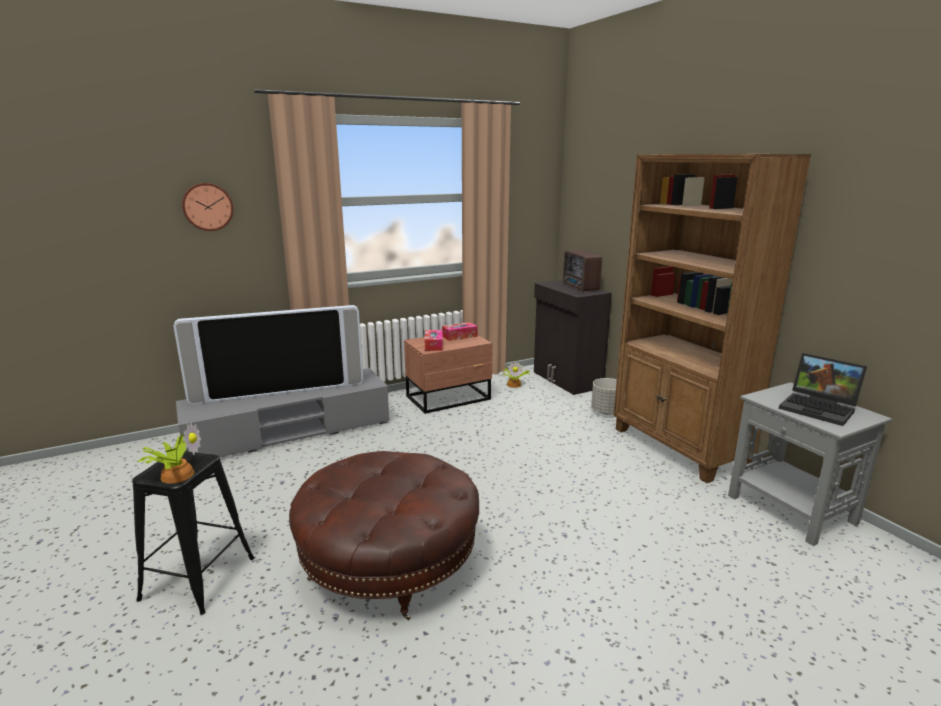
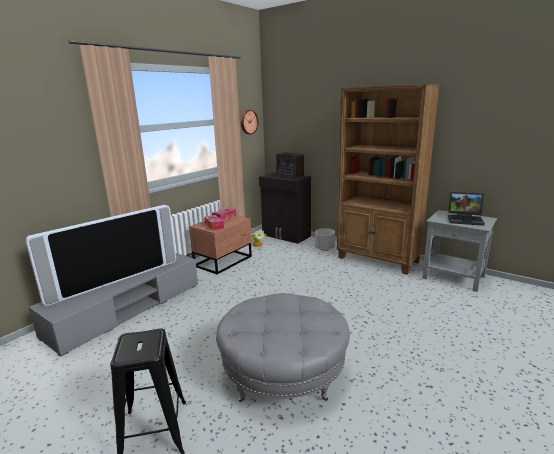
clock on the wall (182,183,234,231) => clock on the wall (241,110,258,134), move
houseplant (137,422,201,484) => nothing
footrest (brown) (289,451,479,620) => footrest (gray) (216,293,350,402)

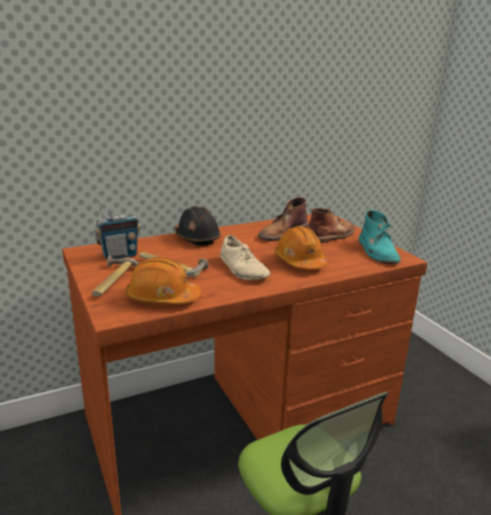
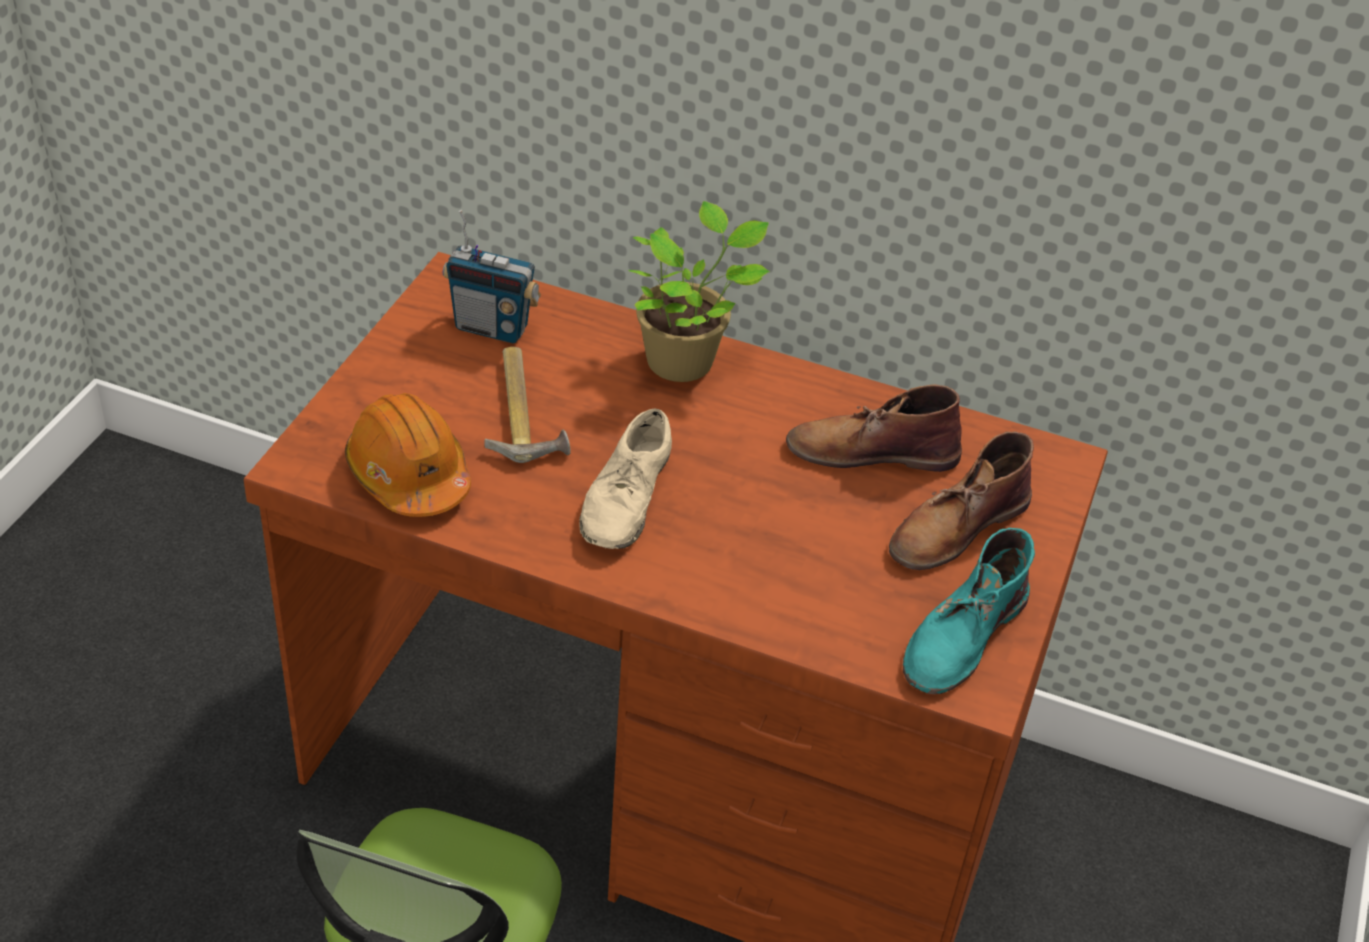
hard hat (black-coloured) (175,206,221,246) => houseplant (628,201,770,382)
high-top boot (brown) (308,208,355,243) => high-top boot (brown) (889,431,1034,570), 135 degrees clockwise
hard hat (orangey) (275,226,328,269) => nothing
hammer (92,256,139,296) => nothing

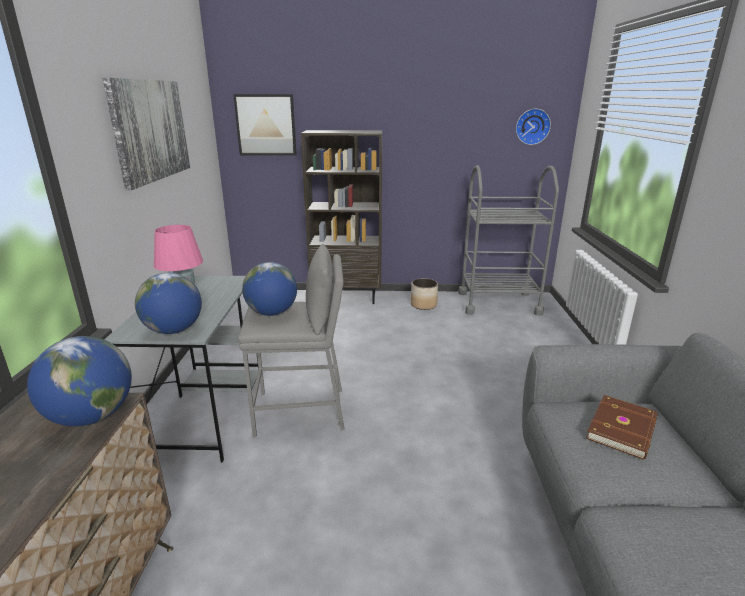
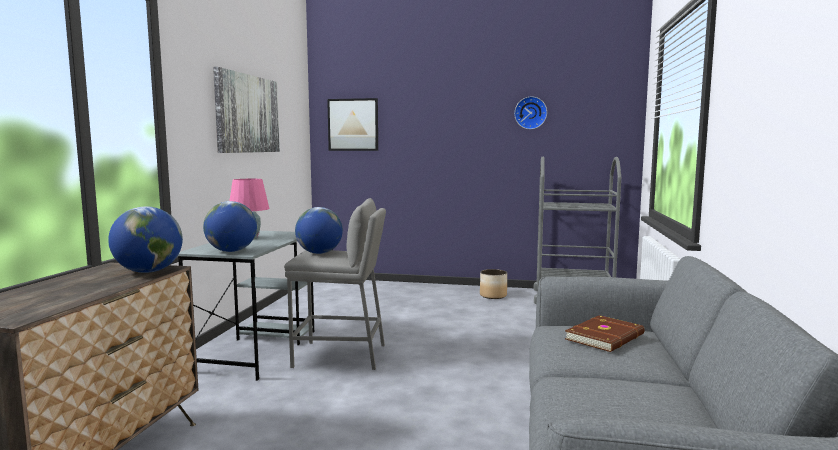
clock on the wall (516,108,551,145) => clock on the wall (514,96,547,129), move
shelving unit (brown) (301,130,382,304) => nothing

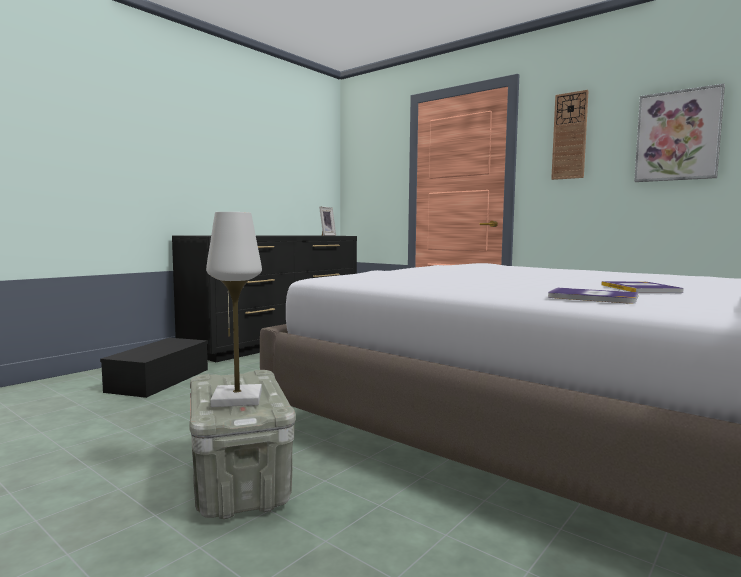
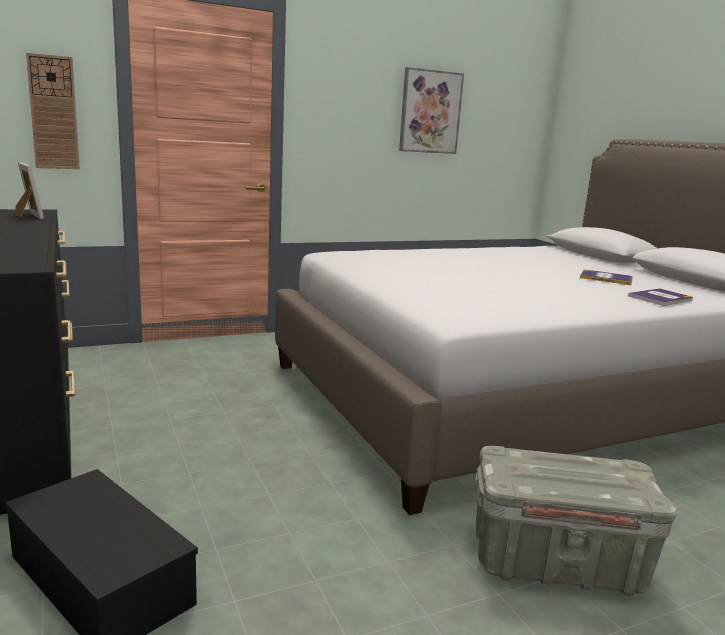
clock on the wall (551,90,589,180) => clock on the wall (26,53,80,169), move
tabletop lamp (whitish) (206,212,262,407) => nothing

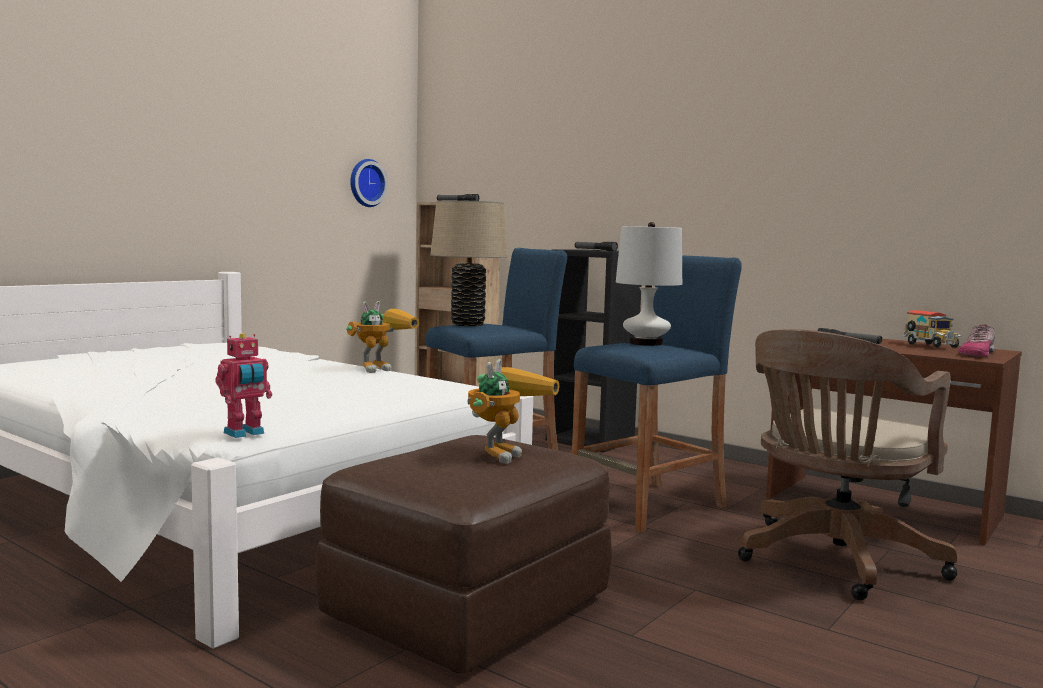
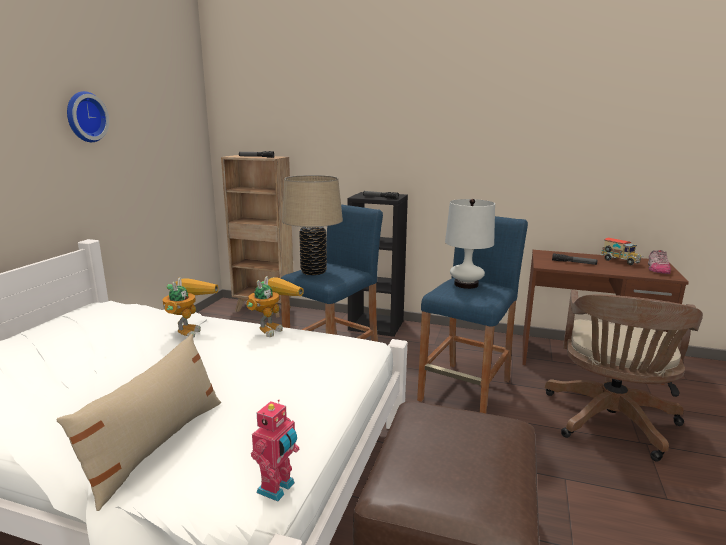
clock on the wall (350,159,388,207) => clock on the wall (67,91,109,142), move
robot figure (467,359,559,464) => robot figure (163,278,219,338), move
nothing => throw pillow (beige) (56,334,221,511)

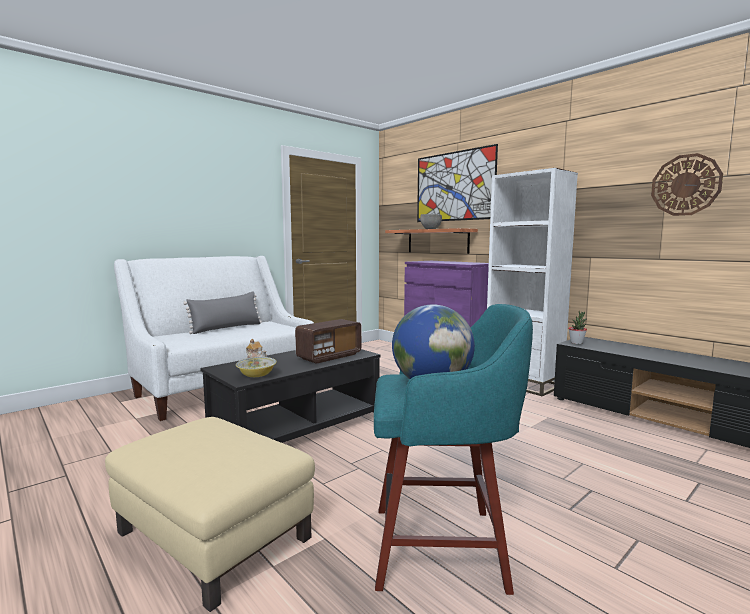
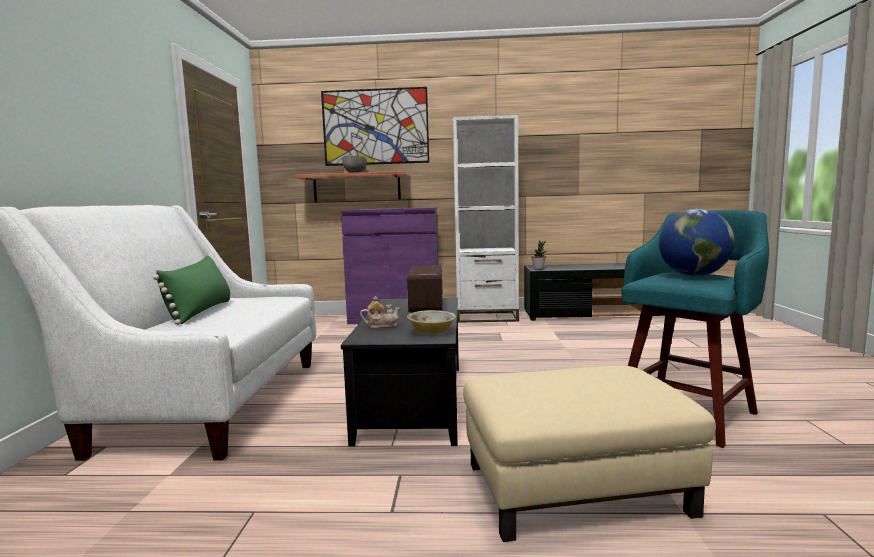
clock on the wall (651,153,723,216) => nothing
throw pillow (gray) (183,292,262,334) => throw pillow (greenish) (153,255,230,325)

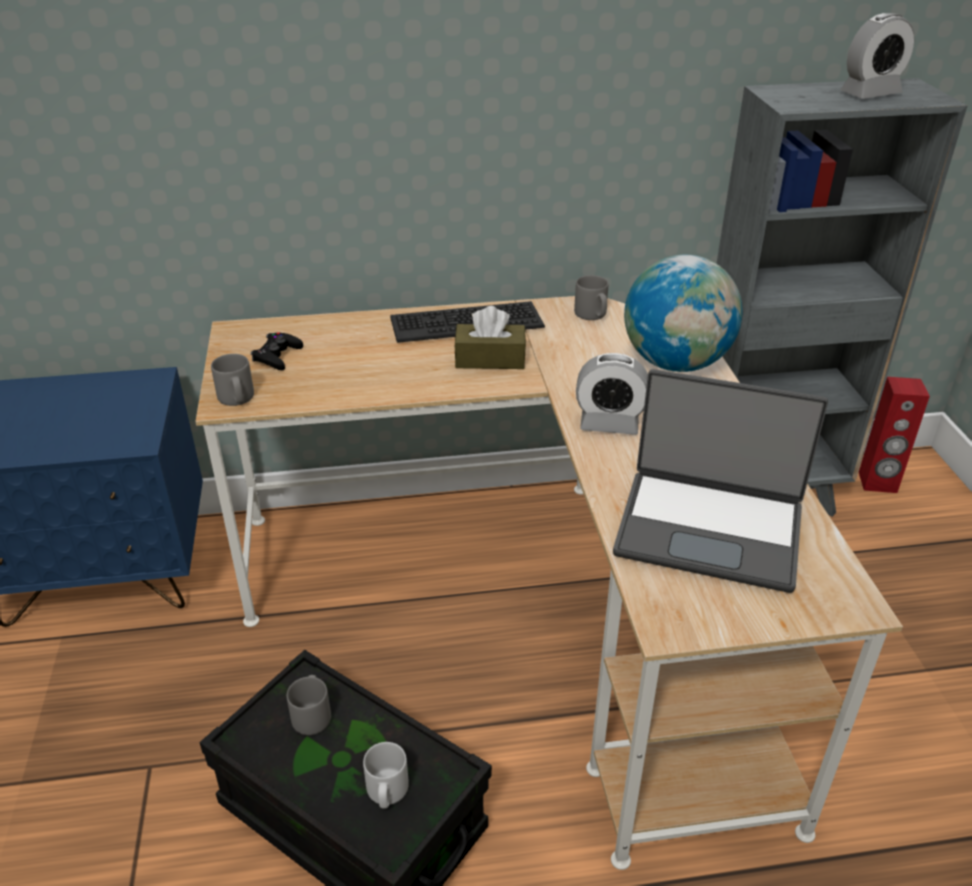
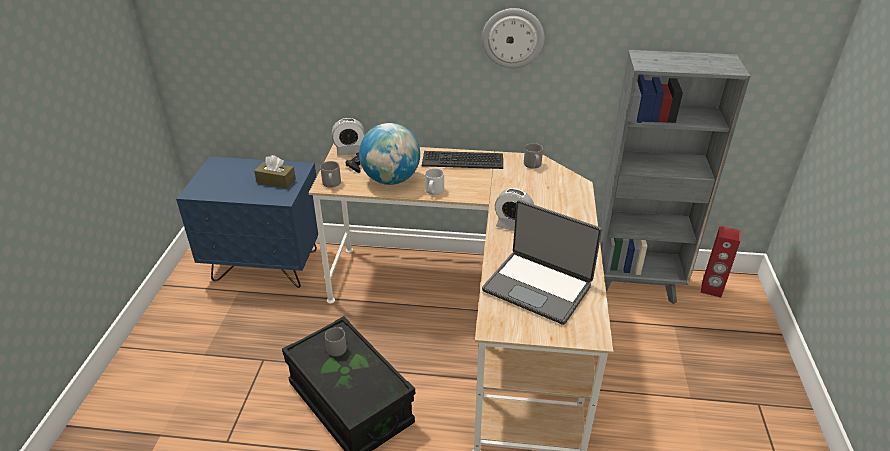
table clock (840,13,914,99) => table clock (332,118,365,156), move
desk globe (624,255,742,372) => desk globe (359,123,420,185), move
box of tissues (brown) (454,306,526,369) => box of tissues (brown) (254,155,296,188), move
tea mug (gray) (363,742,409,809) => tea mug (gray) (425,168,444,195), move
nothing => clock on the wall (482,8,545,68)

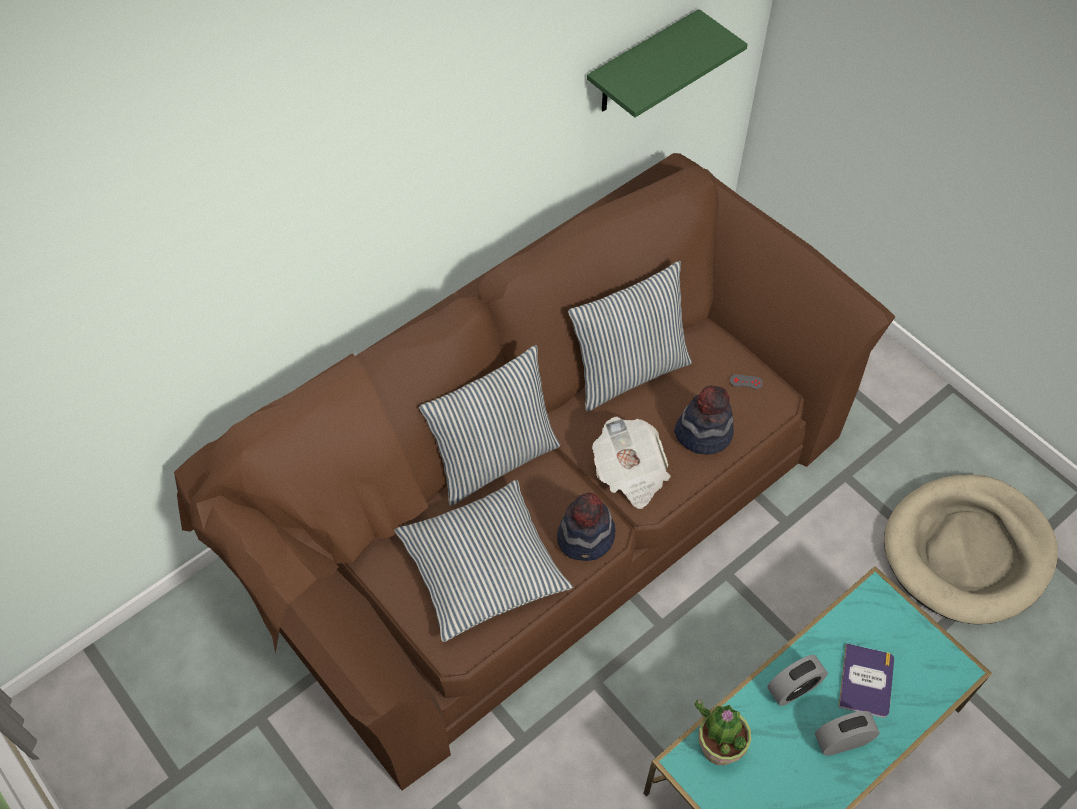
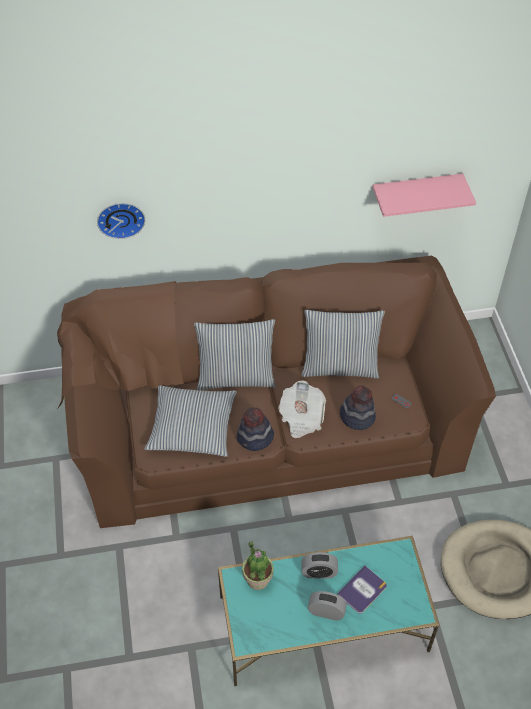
shelf (greenish) (587,9,748,118) => shelf (pinkish) (372,174,476,217)
nothing => clock on the wall (97,203,146,239)

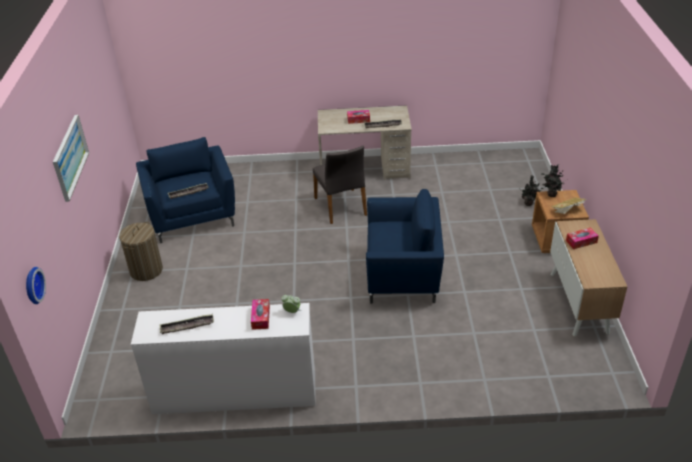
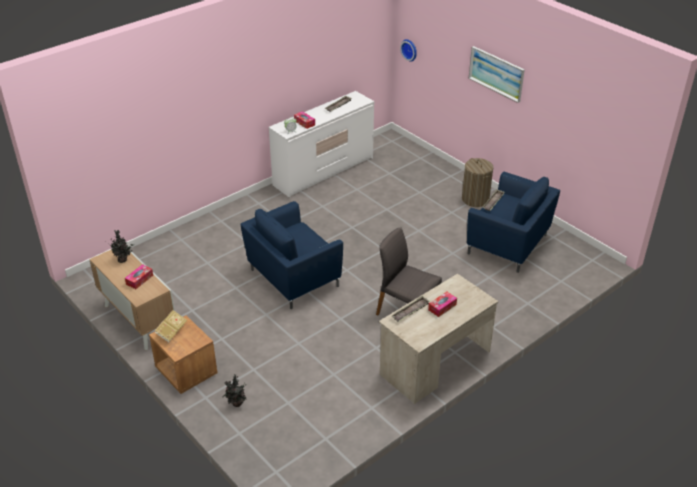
houseplant (541,164,564,197) => houseplant (108,230,134,263), move

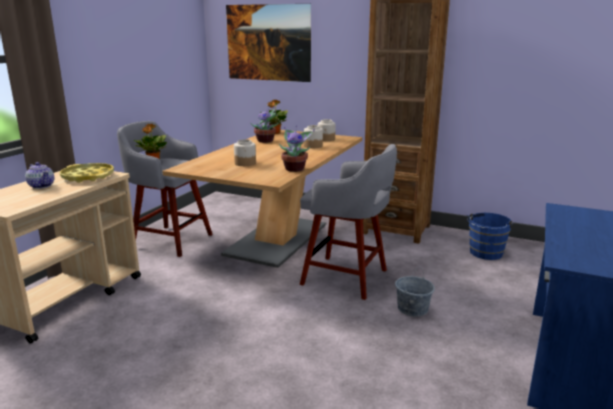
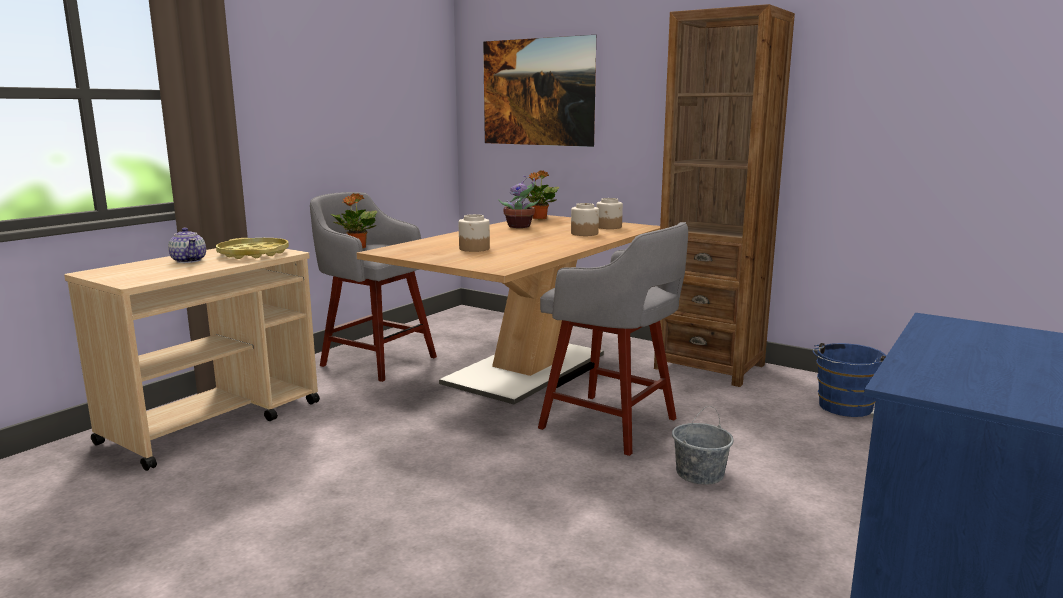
houseplant (279,125,315,172) => nothing

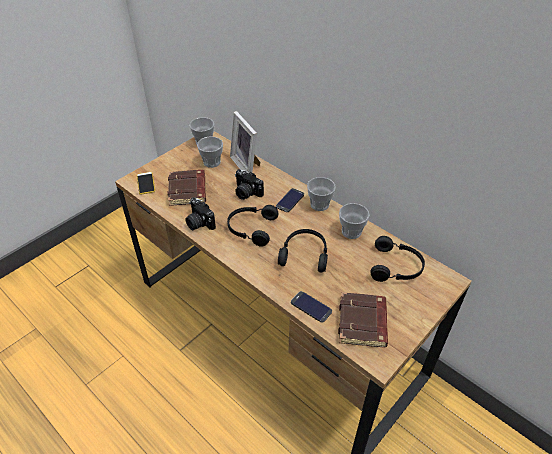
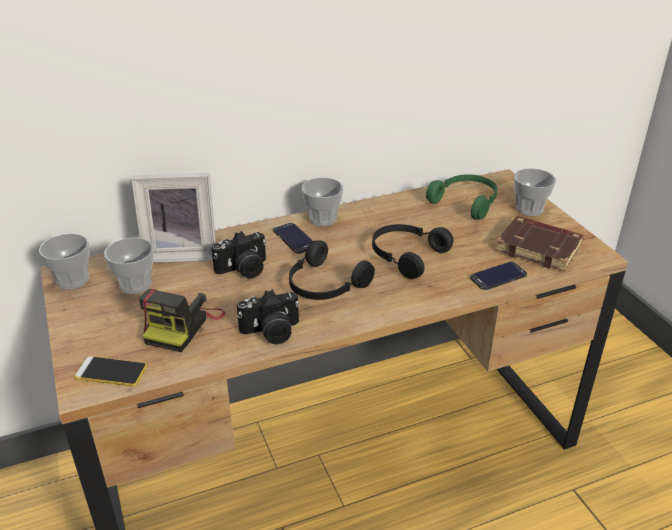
book (brown) (167,170,206,206) => photo camera (139,289,225,352)
small cup (339,203,369,239) => small cup (514,168,556,216), move
headset (black-coloured) (370,236,425,282) => headset (greenish) (426,174,497,220)

